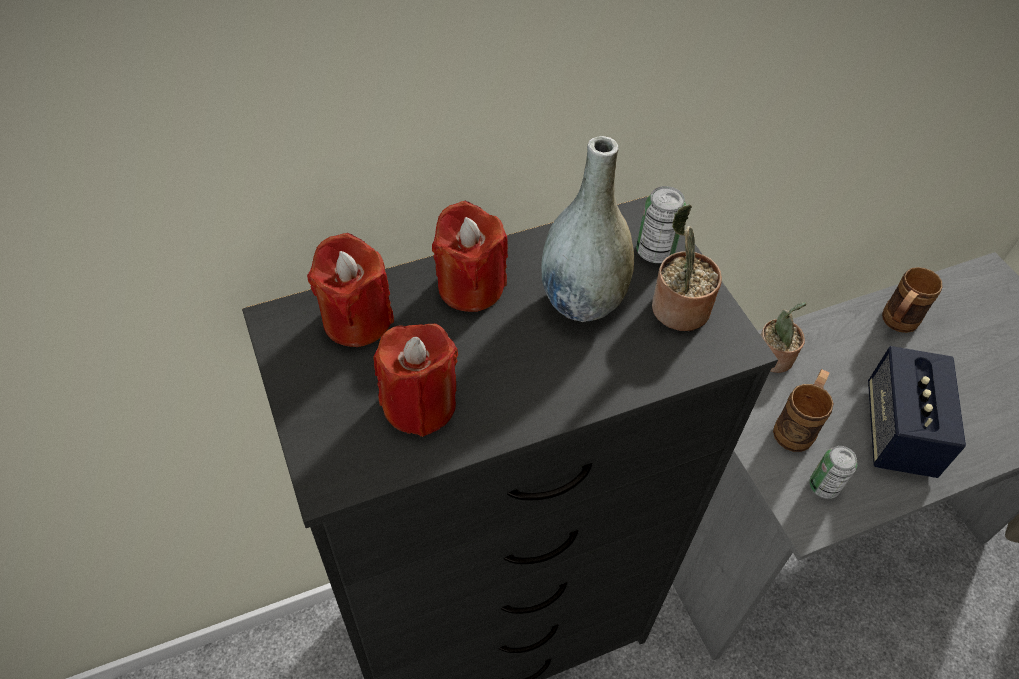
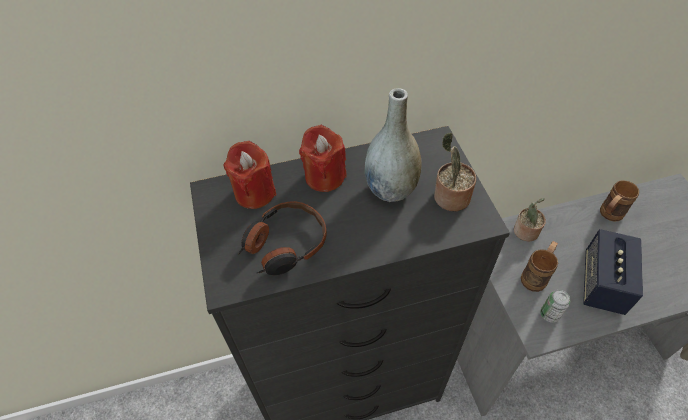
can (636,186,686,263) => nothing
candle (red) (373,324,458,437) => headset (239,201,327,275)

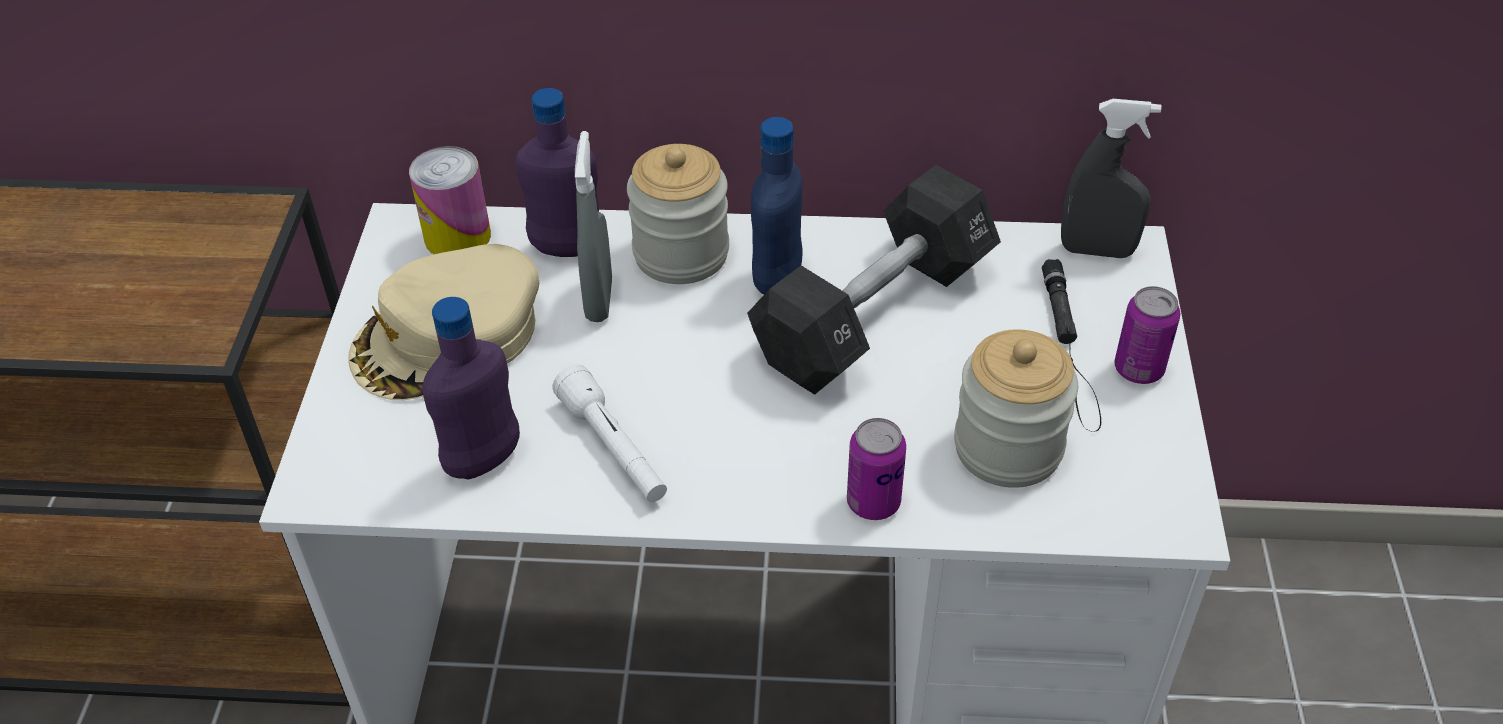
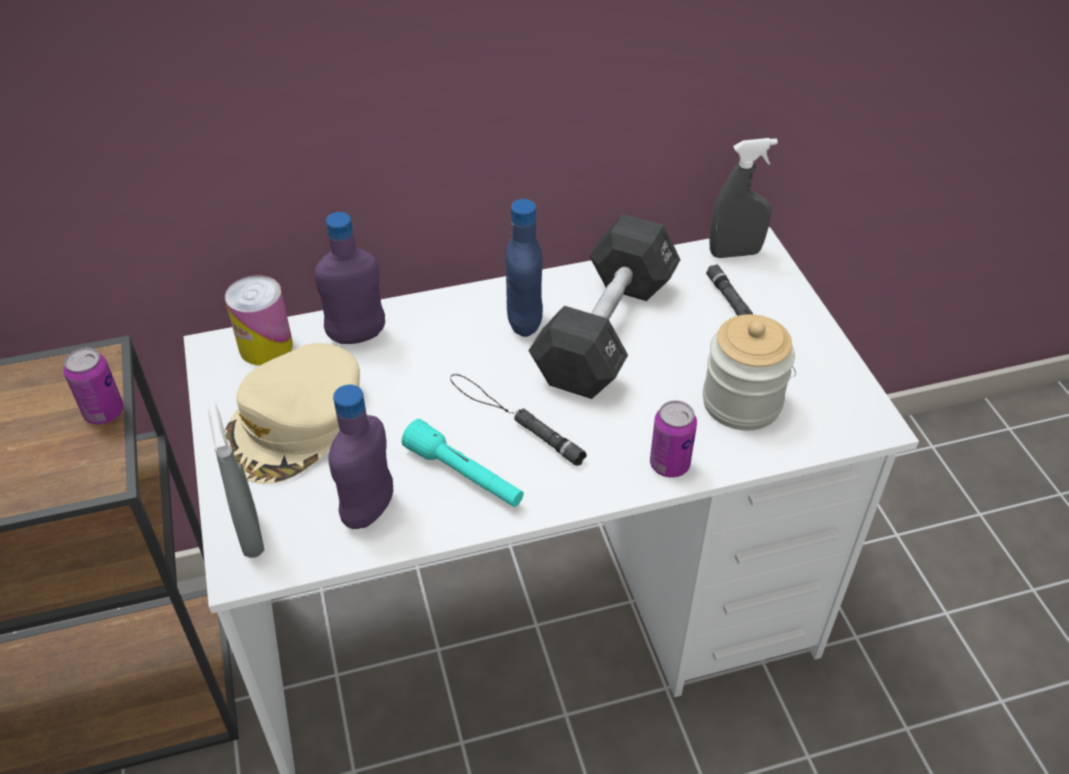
hand sprayer (gray) (575,131,612,322) => hand sprayer (gray) (208,401,264,558), move
preserve jar (627,144,729,284) => nothing
can (1114,286,1180,384) => can (63,347,124,424), move
torch (whitish) (552,364,667,502) => torch (blue-green) (402,419,524,507)
nothing => torch (black-coloured) (450,374,587,466)

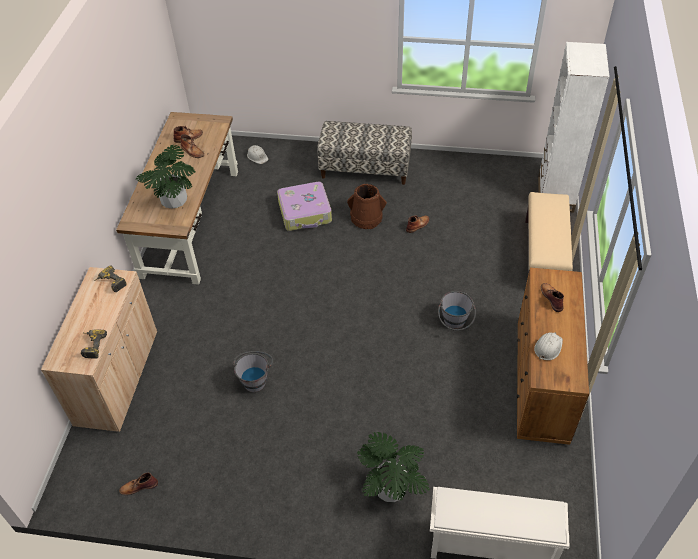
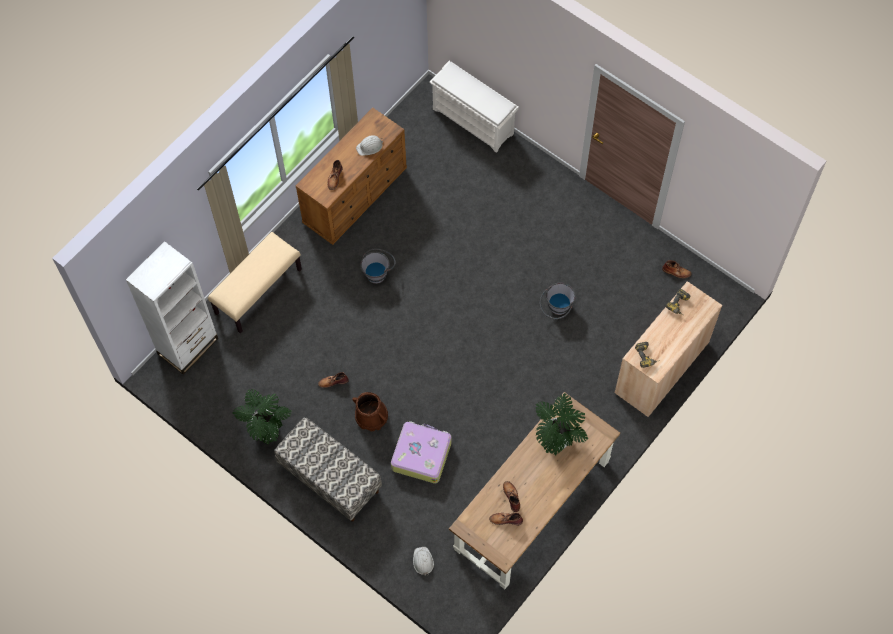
houseplant (357,432,430,502) => houseplant (233,389,292,444), move

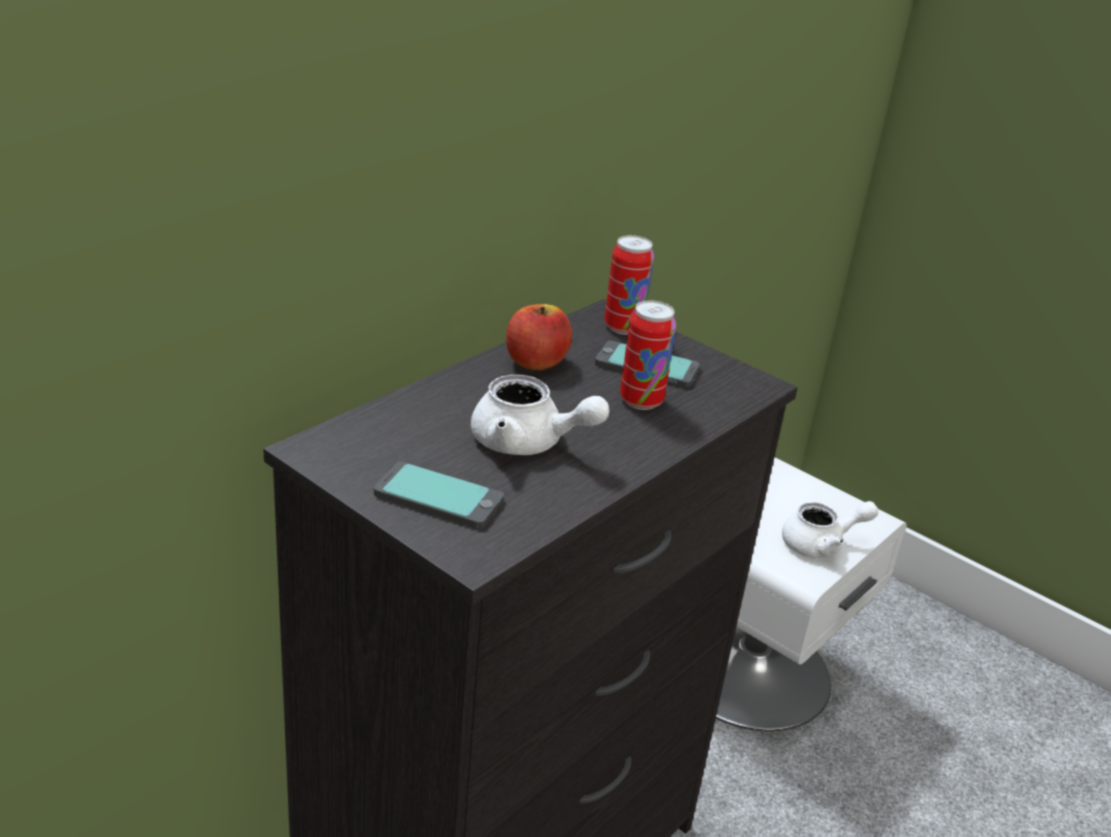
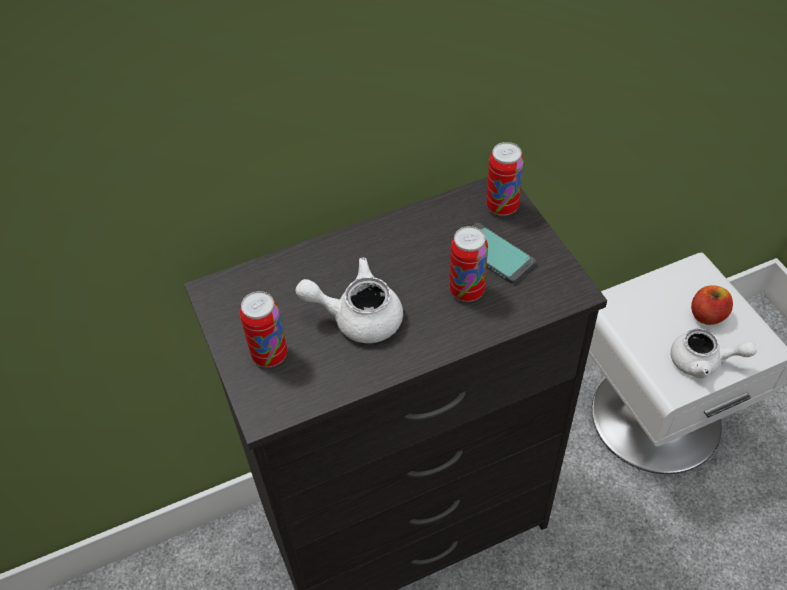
apple (506,304,572,370) => apple (691,286,733,325), move
tea pot (whitish) (471,374,609,455) => tea pot (whitish) (296,258,403,343), 135 degrees clockwise
phone (374,462,504,529) => can (240,291,287,367)

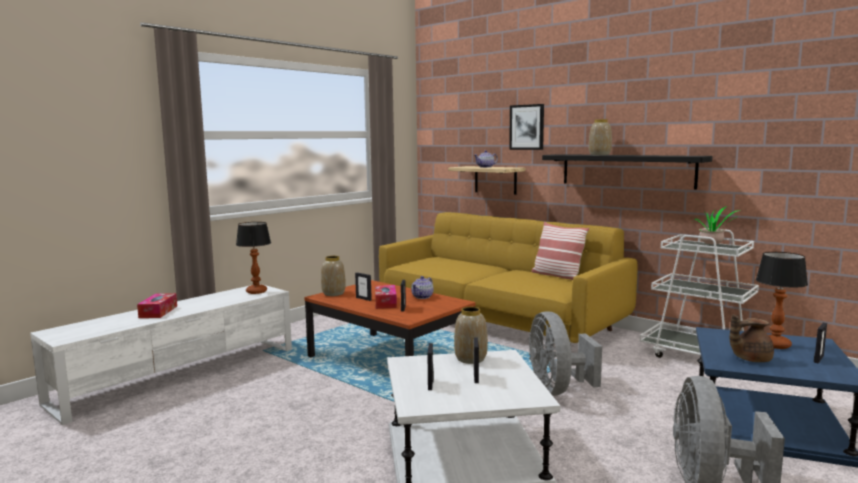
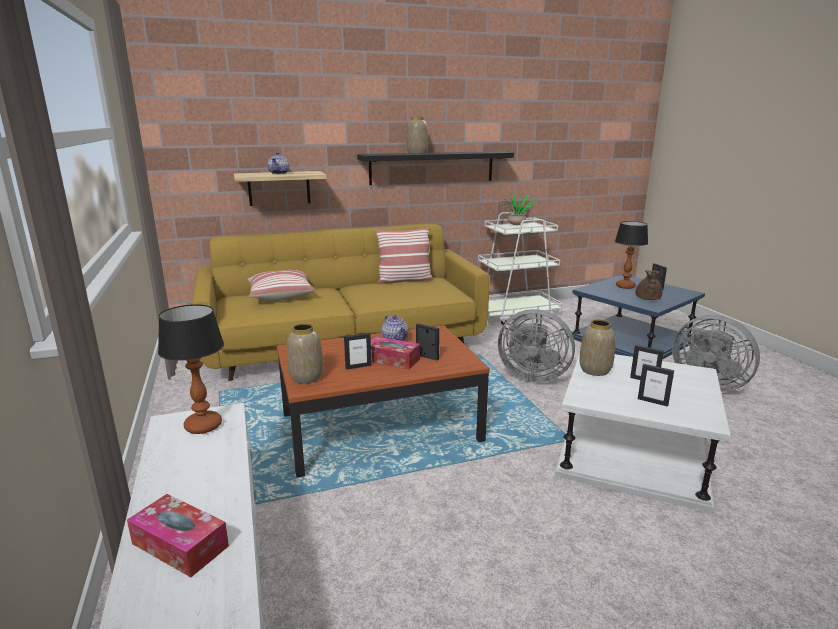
wall art (509,104,544,150) => nothing
nothing => throw pillow (247,270,315,301)

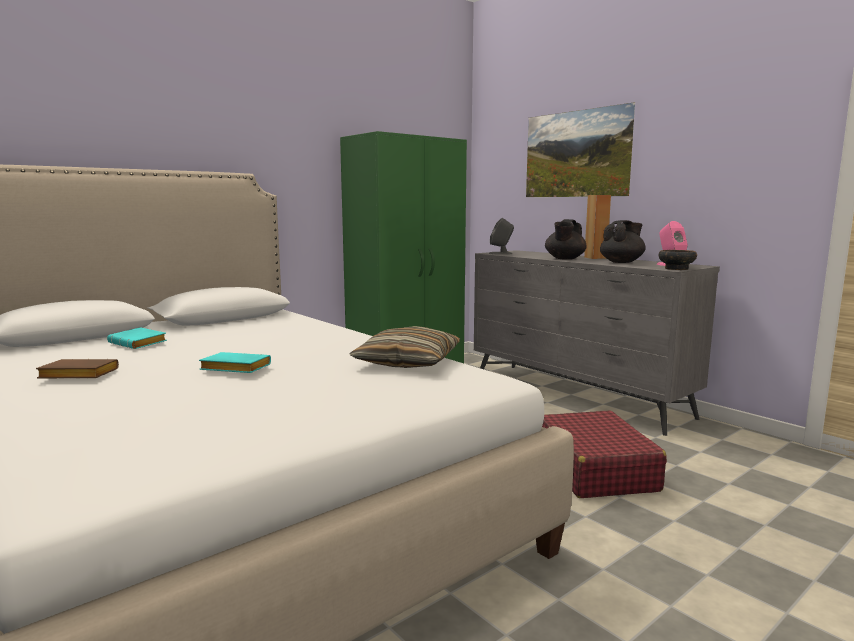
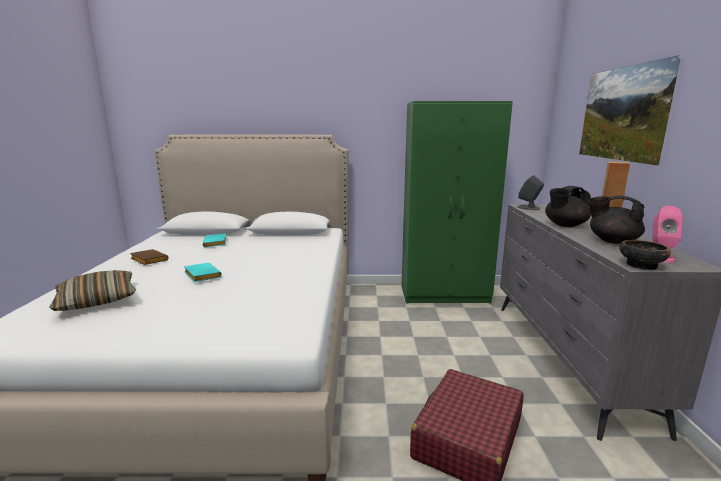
tea pot (black-coloured) (600,220,646,263) => tea pot (black-coloured) (588,196,645,244), 150 degrees counterclockwise
throw pillow (349,326,460,368) => throw pillow (49,270,136,311), move

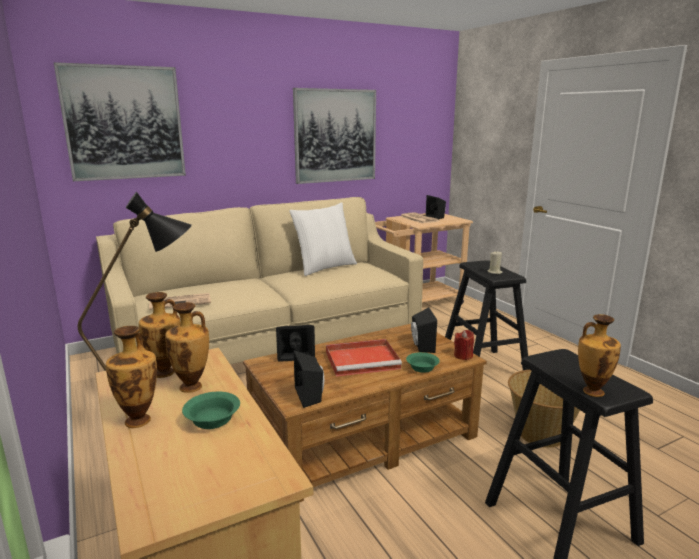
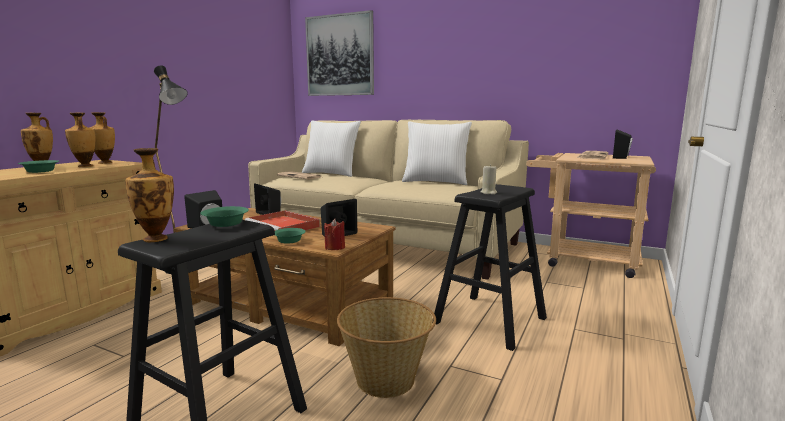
wall art (293,88,376,184) => nothing
nothing => throw pillow (whitish) (302,120,361,177)
nothing => serving bowl (greenish) (200,206,249,227)

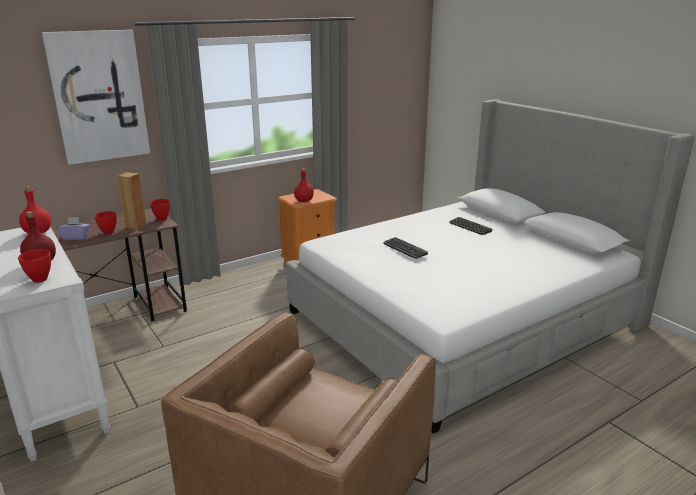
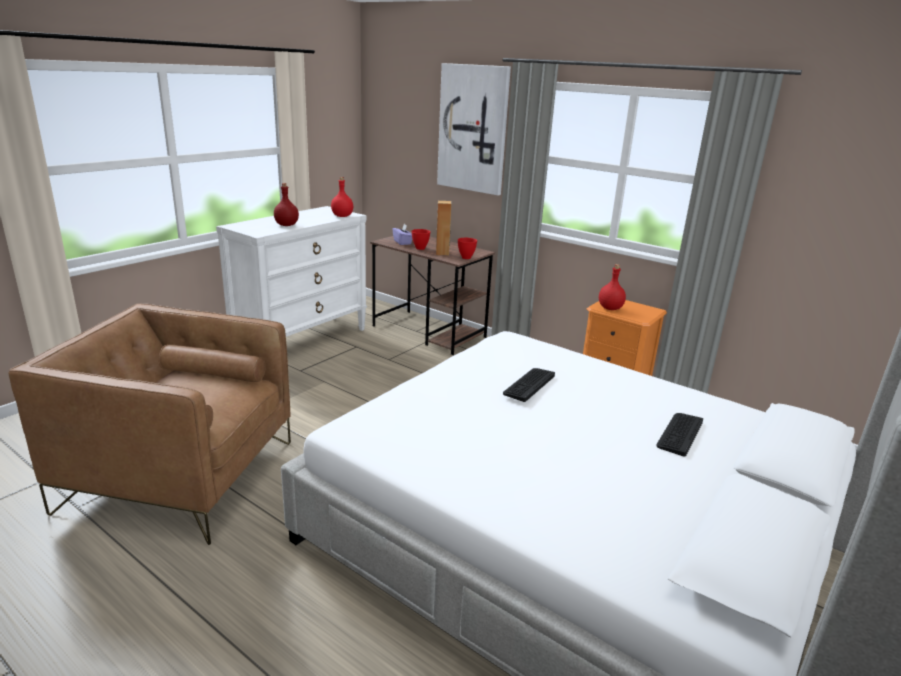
serving bowl (red) (18,249,51,283) => nothing

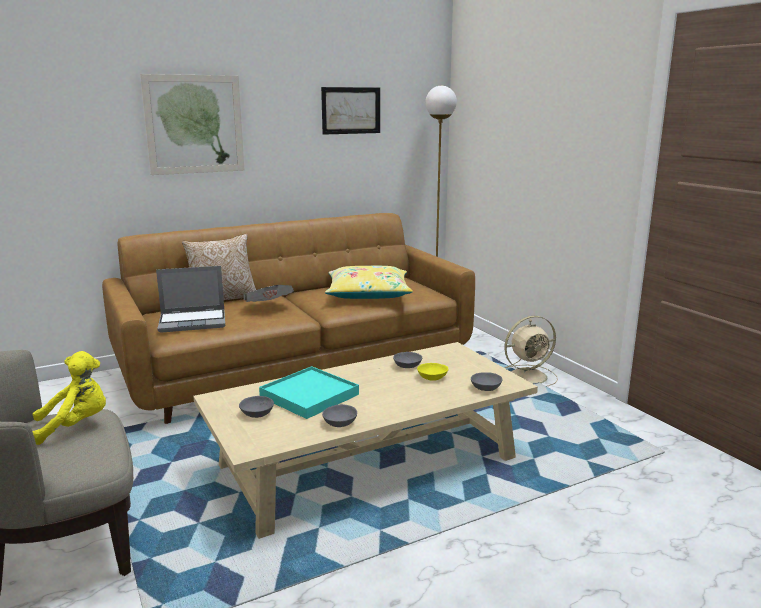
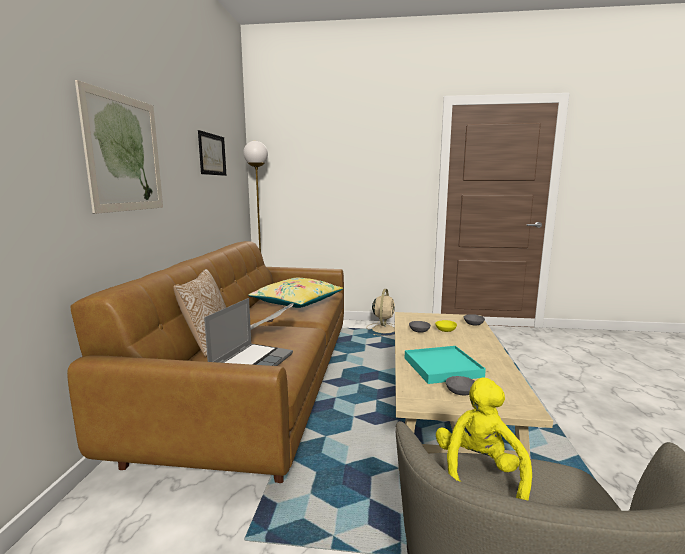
serving bowl (gray) (322,404,357,427) => nothing

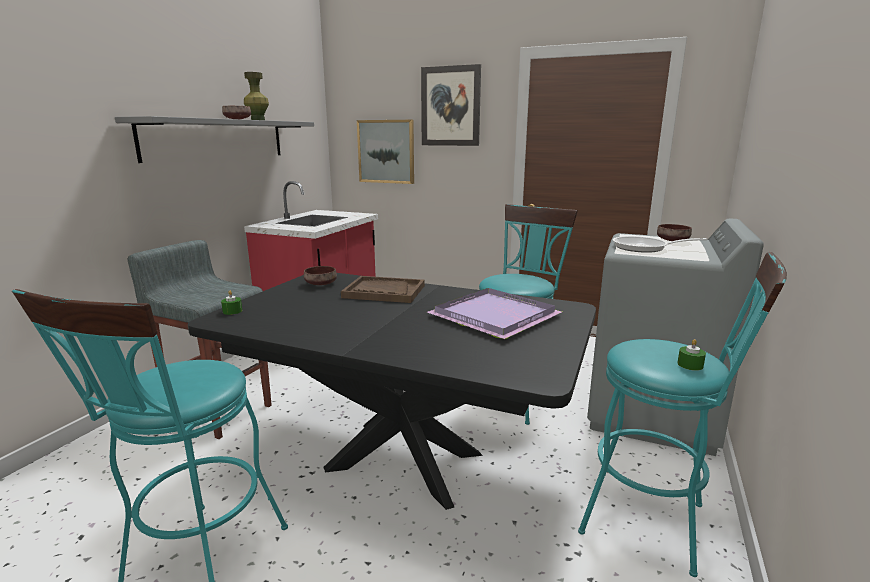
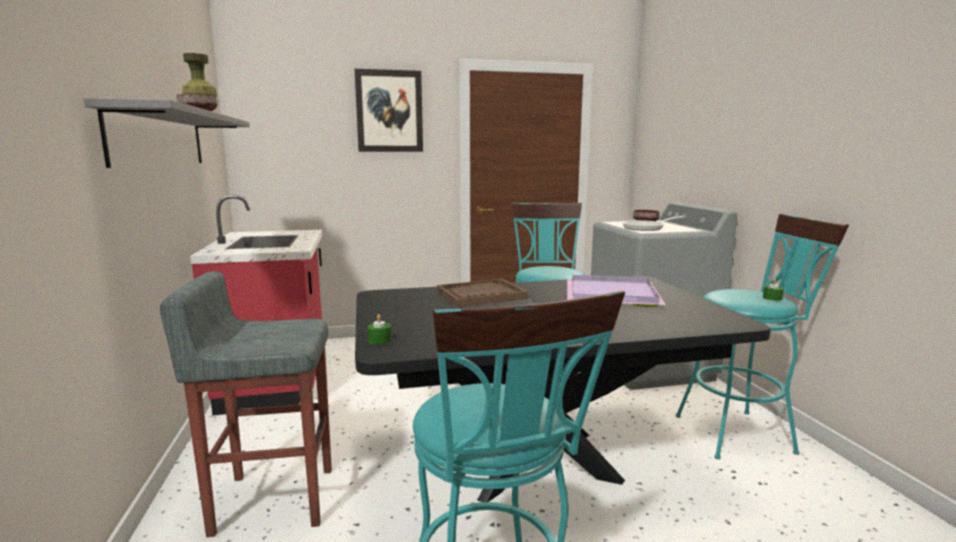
wall art (357,120,414,184) => nothing
serving bowl (brown) (304,266,337,285) => nothing

